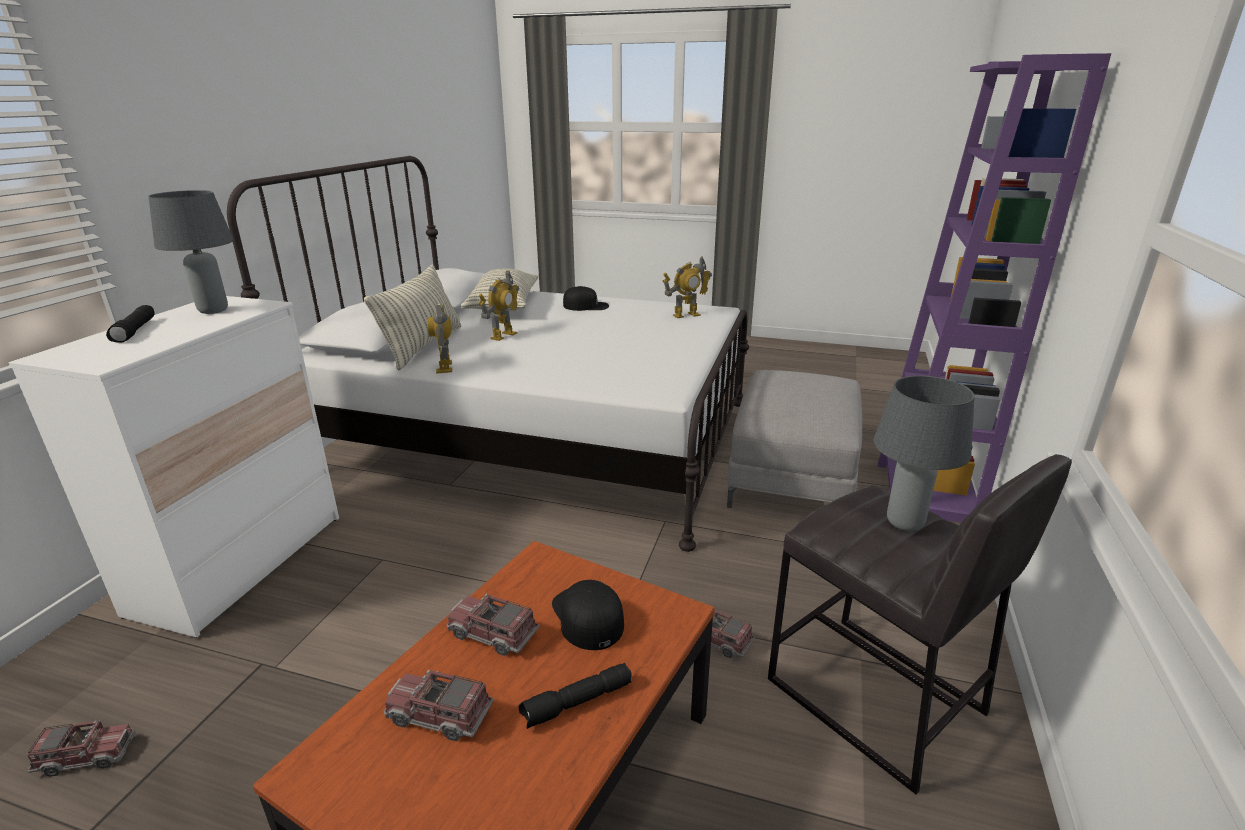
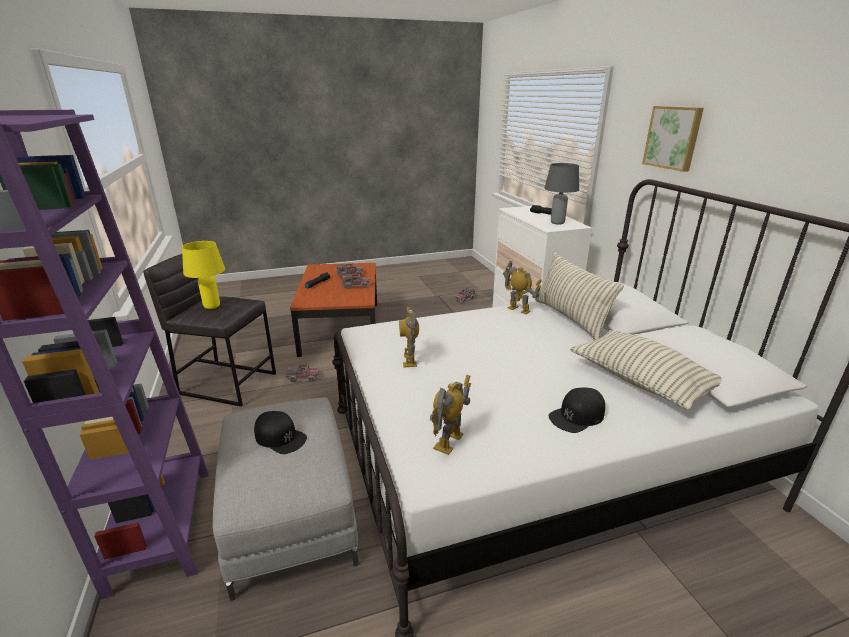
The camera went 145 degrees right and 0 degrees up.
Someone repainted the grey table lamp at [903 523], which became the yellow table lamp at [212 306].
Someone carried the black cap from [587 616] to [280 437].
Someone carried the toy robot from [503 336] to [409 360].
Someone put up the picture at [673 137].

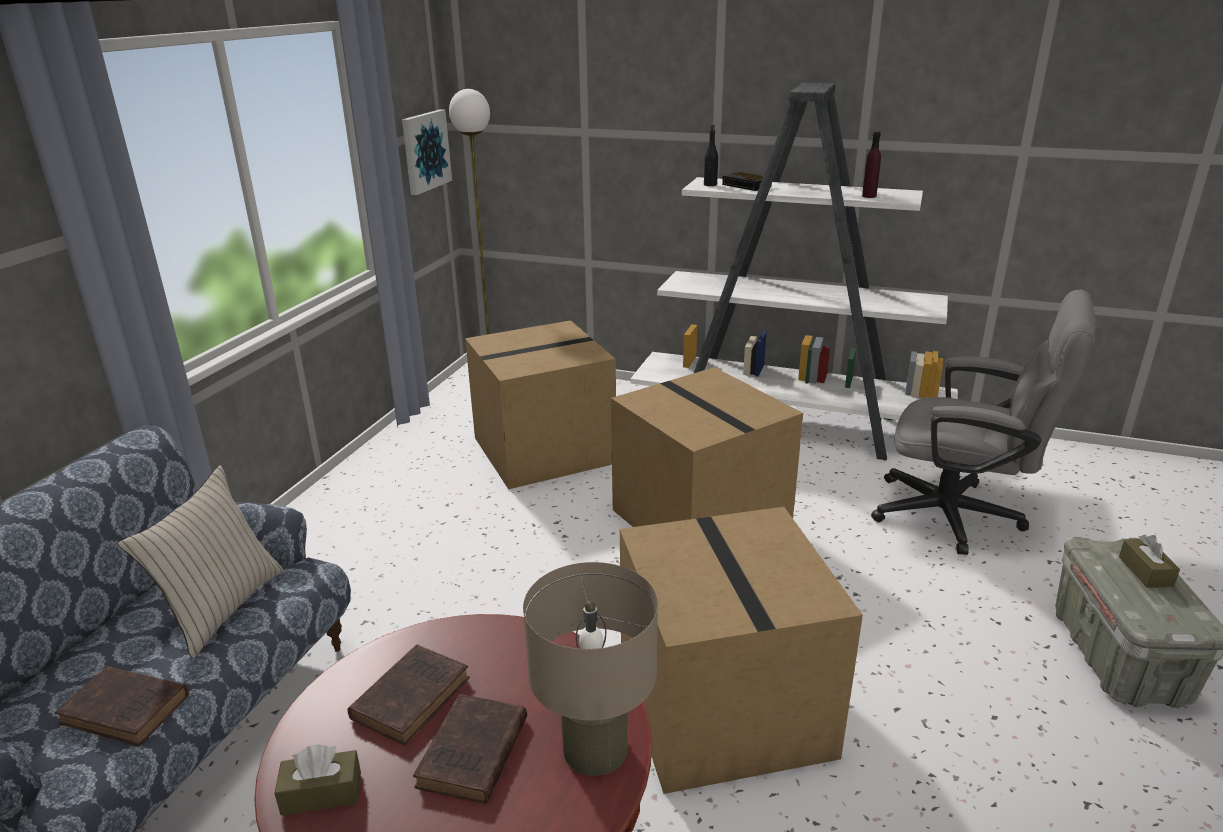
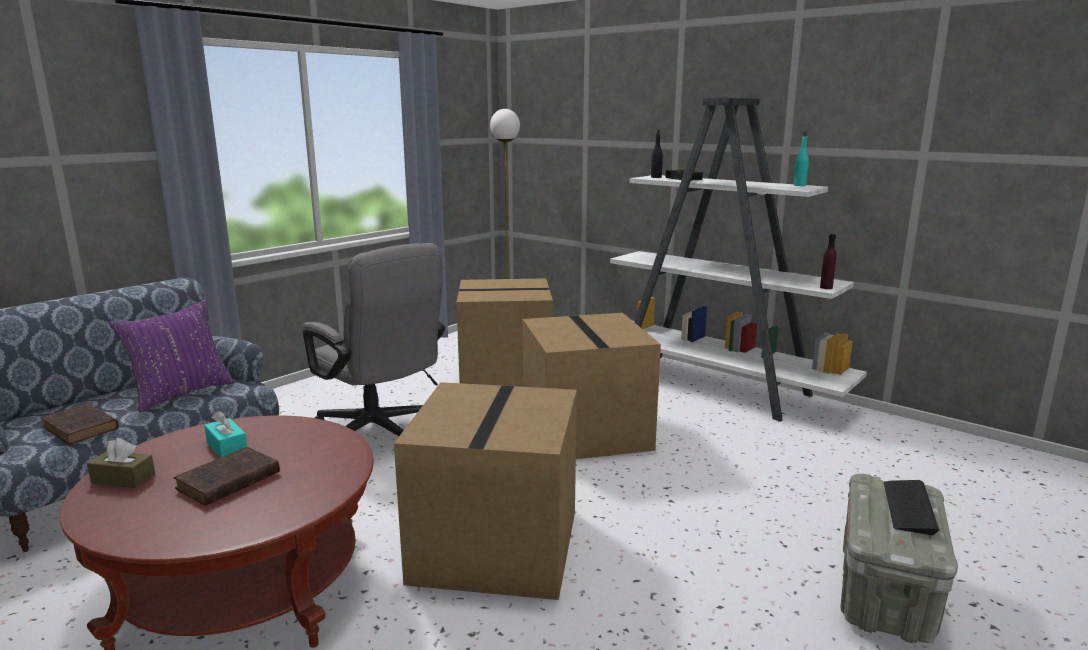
The camera went 20 degrees right and 10 degrees down.
Someone repainted the beige pillow at [222 608], which became the purple pillow at [181 394].
Someone swapped the brown book at [413 696] for the turquoise tissue box at [227 447].
Someone carried the grey office chair from [961 517] to [380 432].
Someone put down the turquoise bottle at [799 185].
Someone carried the purple bottle from [869 196] to [826 287].
Someone swapped the brown tissue box at [1145 571] for the keyboard at [909 507].
Someone took away the picture at [425 151].
Someone took away the beige table lamp at [594 748].

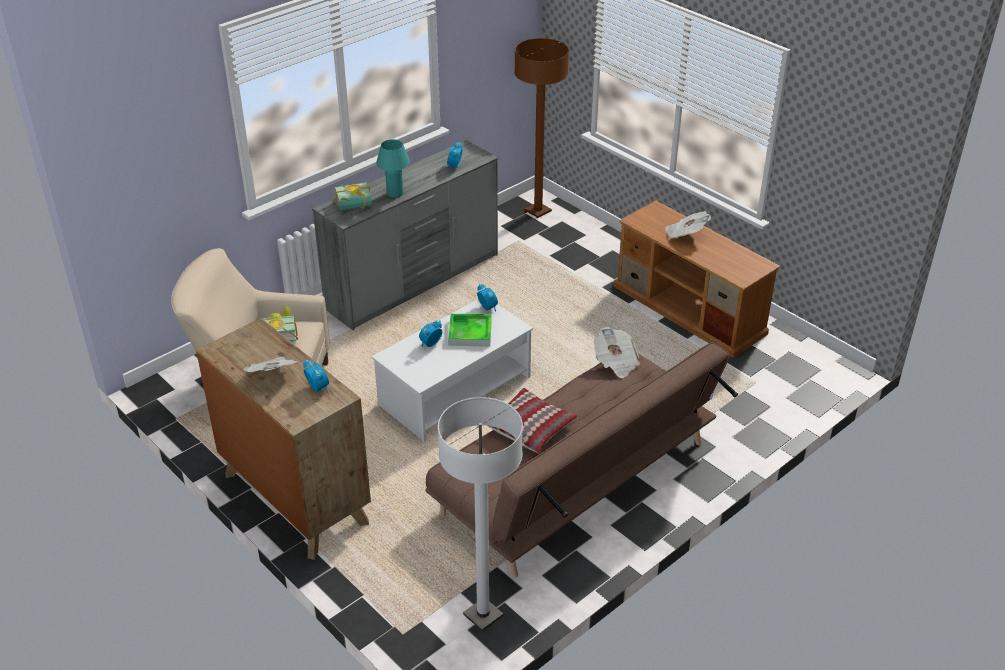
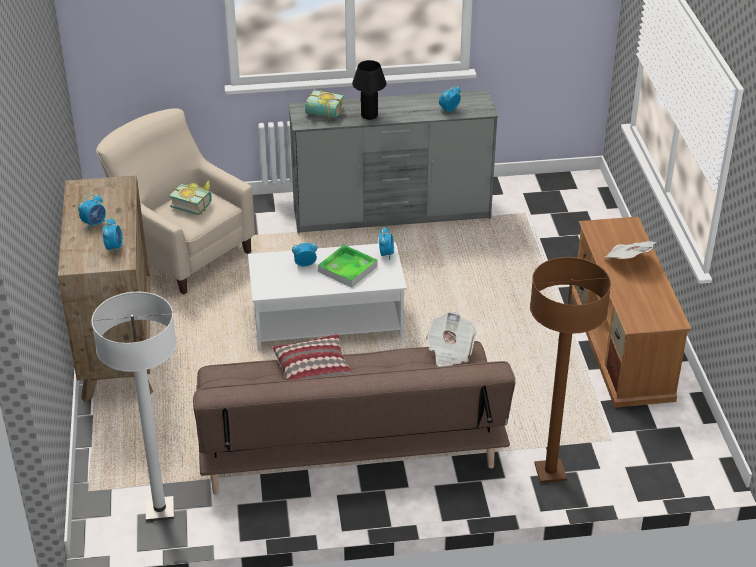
The camera went 35 degrees right and 0 degrees up.
Someone swapped the newspaper at [273 375] for the alarm clock at [94 223].
Someone repainted the turquoise table lamp at [395 193], which became the black table lamp at [369 115].
Someone carried the brown floor lamp from [538 211] to [550 472].

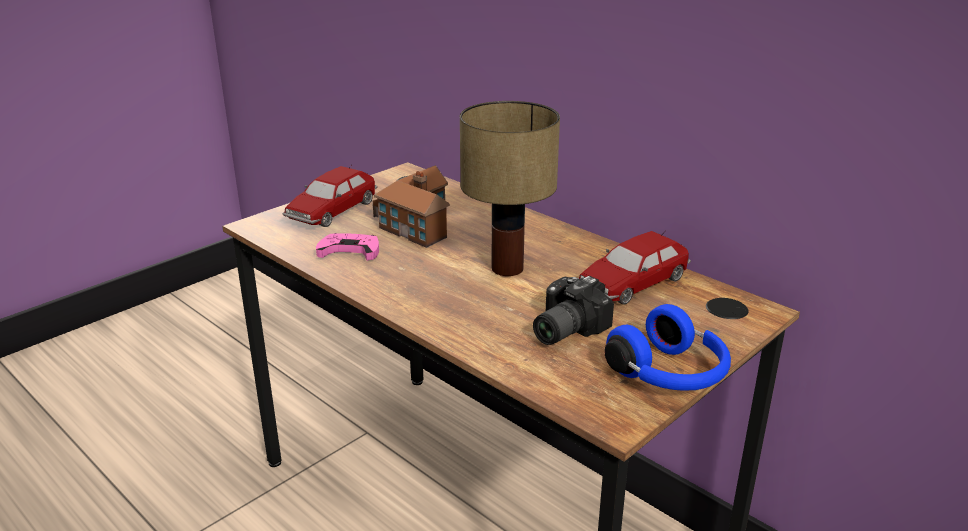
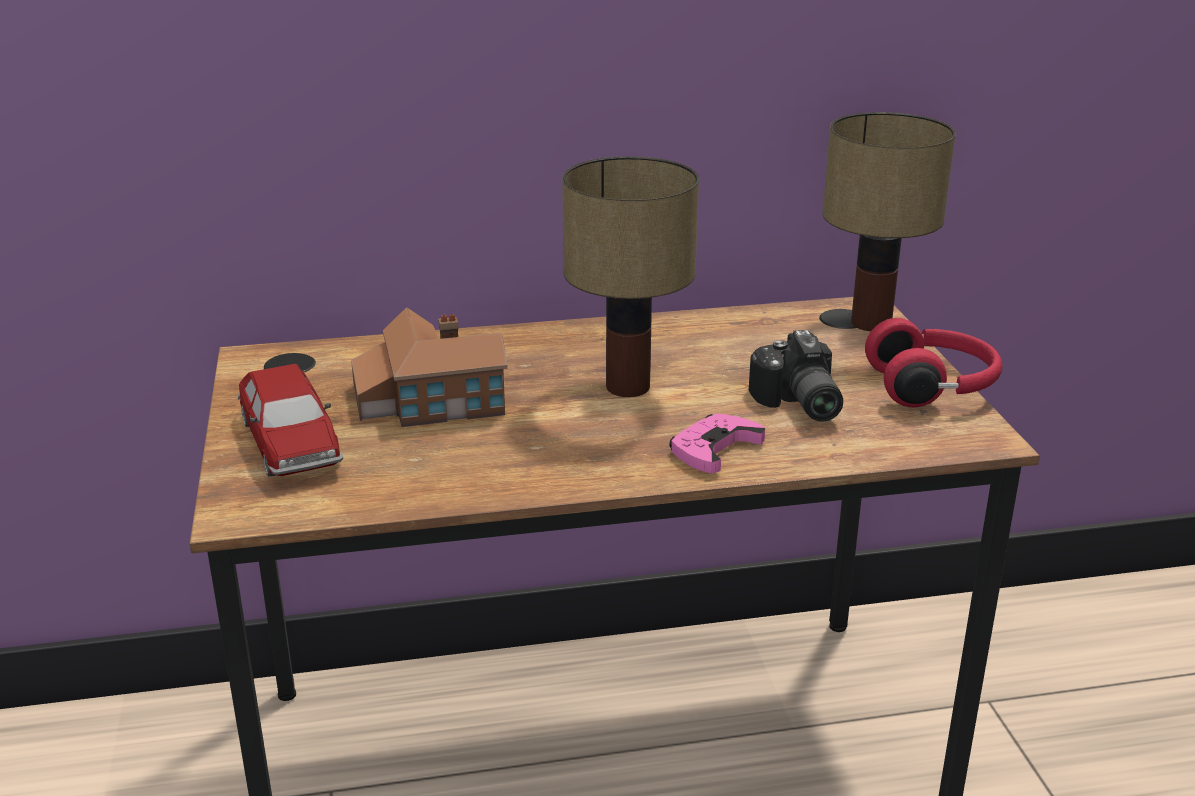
The camera went 55 degrees left and 0 degrees up.
Someone carried the pink game controller from [350 251] to [714 449].
Someone put down the table lamp at [869 322].
Someone repainted the blue headphones at [670 374], which became the red headphones at [933 387].
Someone took away the toy car at [632 283].

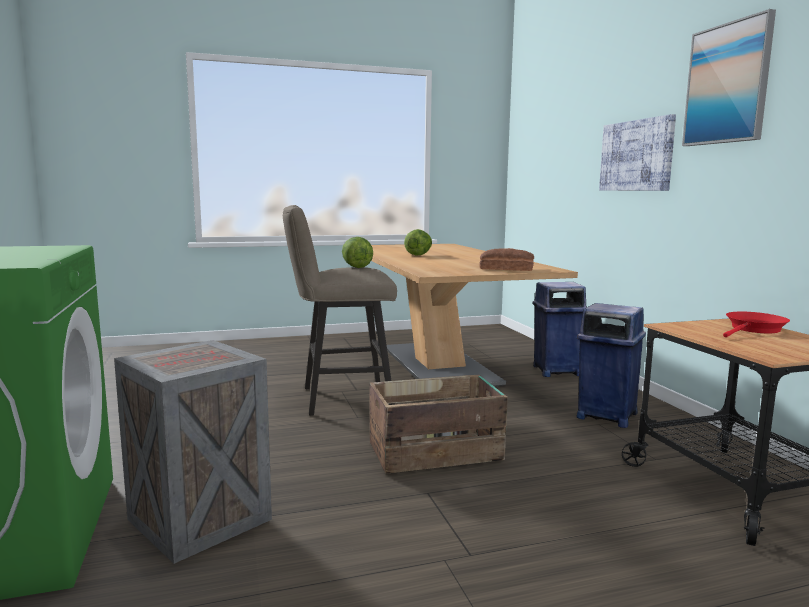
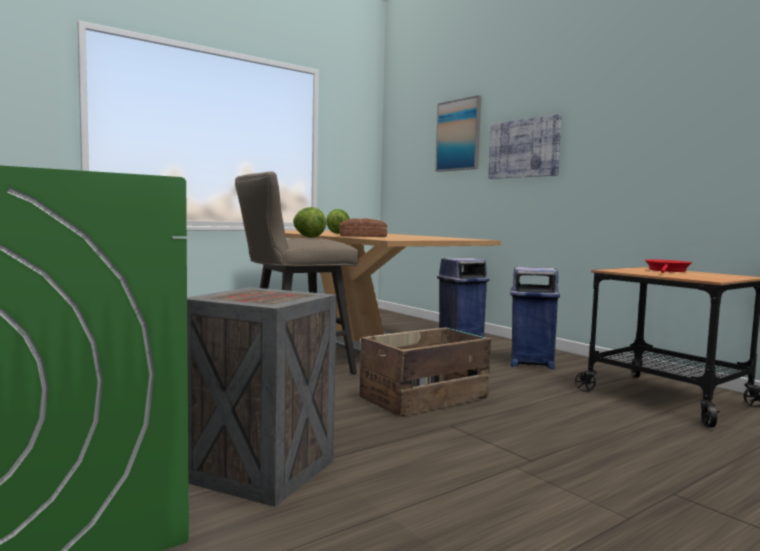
The camera went 20 degrees left and 5 degrees down.
Someone carried the bread from [507 269] to [363 236].
Someone carried the picture from [727 84] to [458 135].

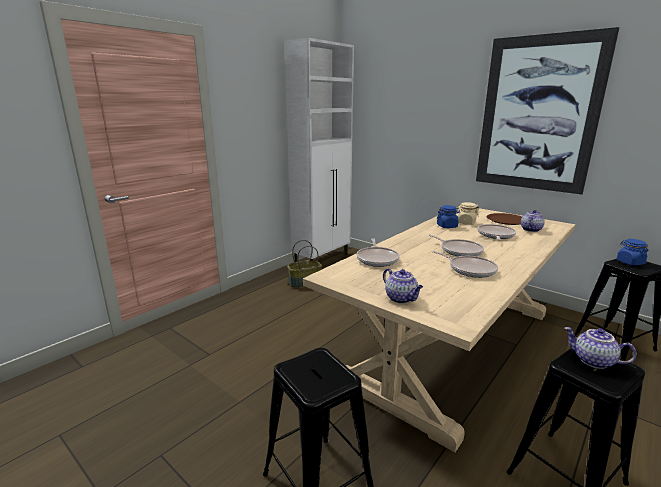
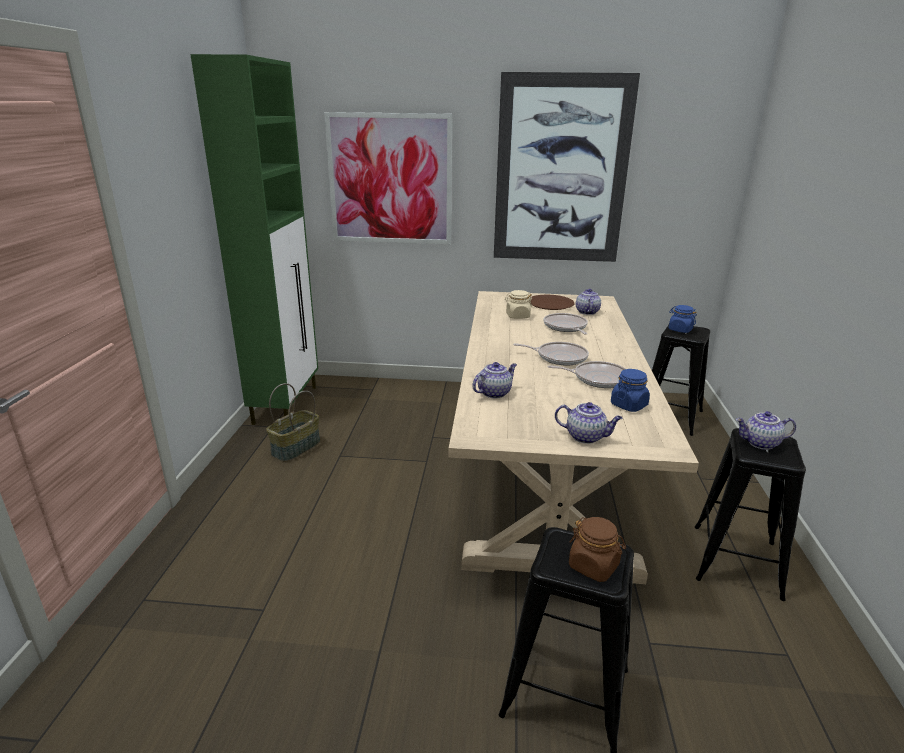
The camera went 35 degrees left and 5 degrees up.
Someone repainted the white cabinet at [322 259], which became the green cabinet at [286 404].
Someone put up the picture at [390 180].
Someone swapped the frying pan at [377 259] for the teapot at [494 393].
Someone put down the brown jar at [594 566].
Someone carried the blue jar from [447 226] to [629 405].

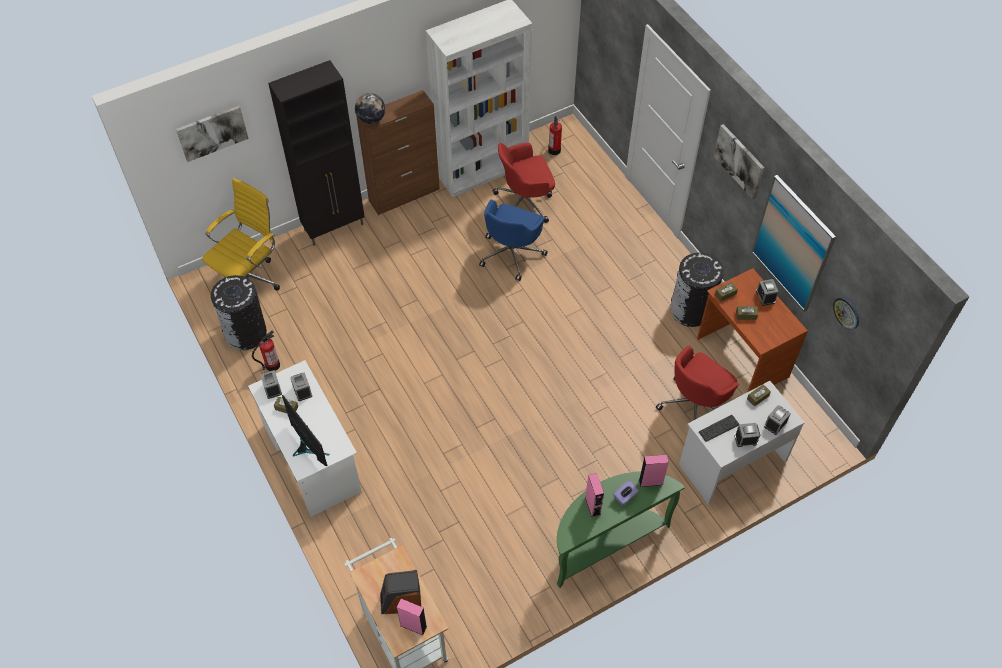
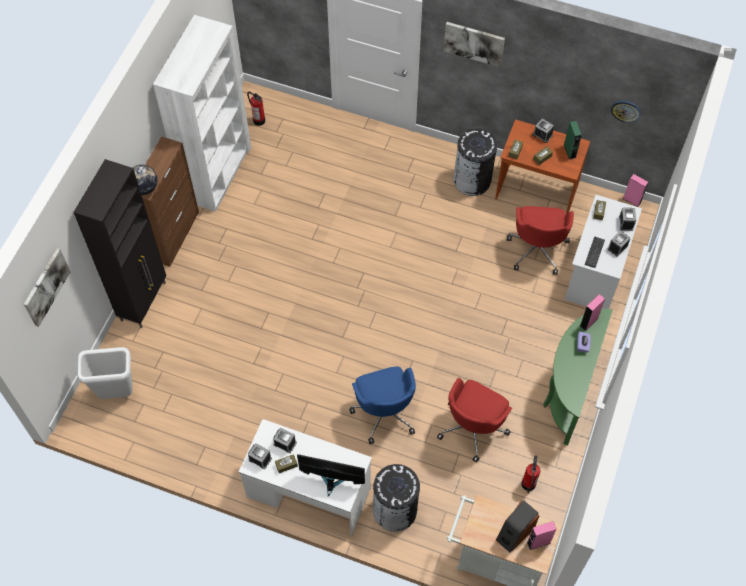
The camera went 40 degrees left and 5 degrees up.
Someone swapped the yellow office chair at [251 279] for the white trash can at [117 392].
Someone carried the blue office chair from [512 253] to [384 412].
Someone carried the black trash can from [246 333] to [395 510].
Someone carried the red office chair from [525 202] to [473 427].
Someone carried the fire extinguisher from [272 365] to [528 484].
Someone put down the green speaker at [569 151].
Someone carried the pink speaker from [592 505] to [632 200].
Someone took away the picture at [792 244].

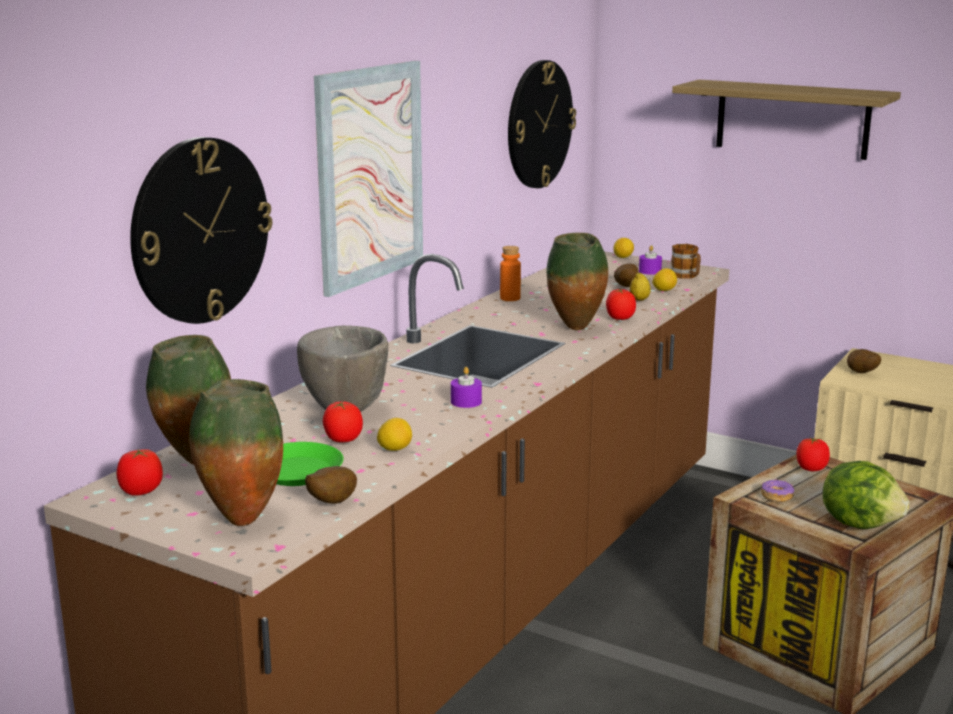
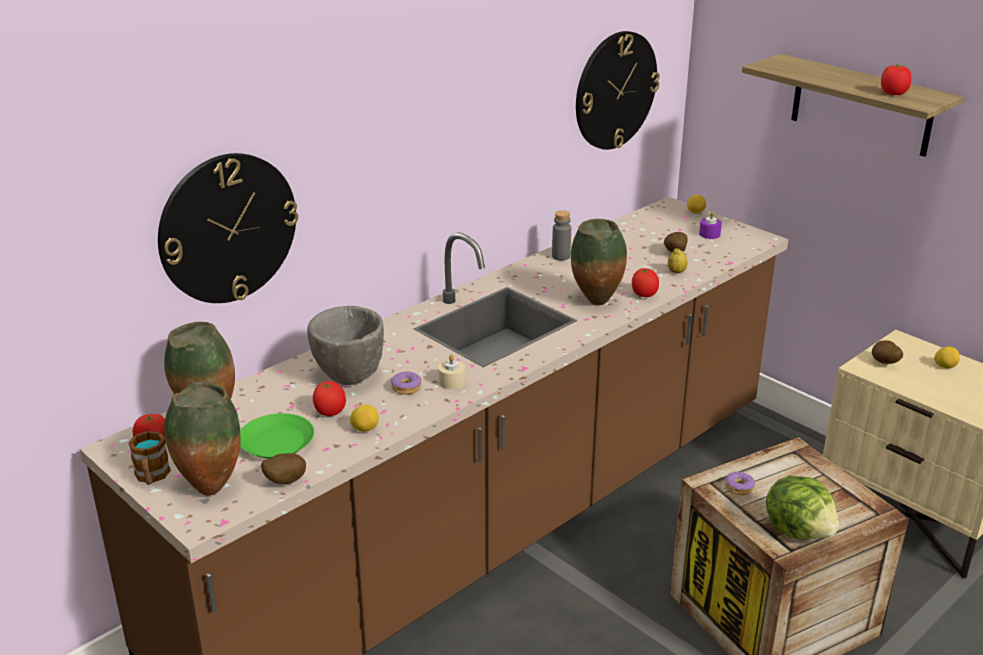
The camera went 15 degrees right and 10 degrees up.
Someone carried the mug from [686 276] to [152 477].
Someone put down the donut at [406 388].
Someone repainted the purple candle at [466 402], which became the beige candle at [452 382].
Someone repainted the orange bottle at [510 298], which became the grey bottle at [561 256].
Someone carried the tomato from [811 469] to [893 93].
Someone carried the lemon from [664 290] to [945 366].
Someone took away the picture at [370 175].

